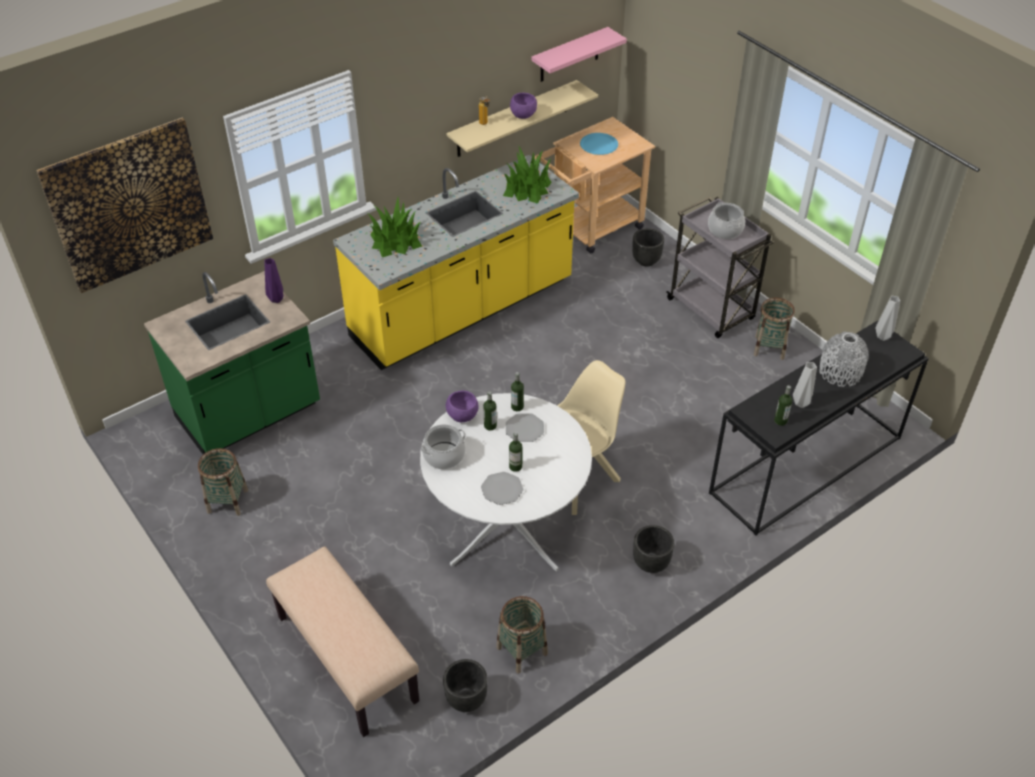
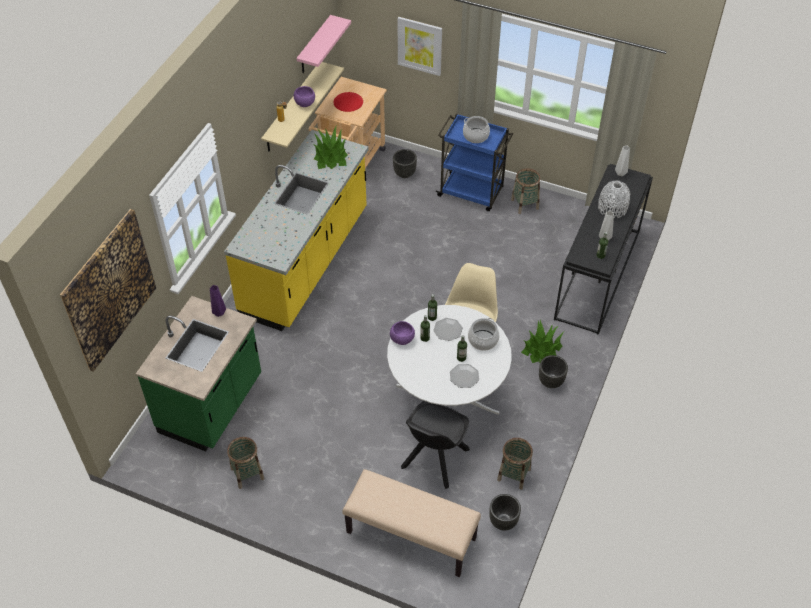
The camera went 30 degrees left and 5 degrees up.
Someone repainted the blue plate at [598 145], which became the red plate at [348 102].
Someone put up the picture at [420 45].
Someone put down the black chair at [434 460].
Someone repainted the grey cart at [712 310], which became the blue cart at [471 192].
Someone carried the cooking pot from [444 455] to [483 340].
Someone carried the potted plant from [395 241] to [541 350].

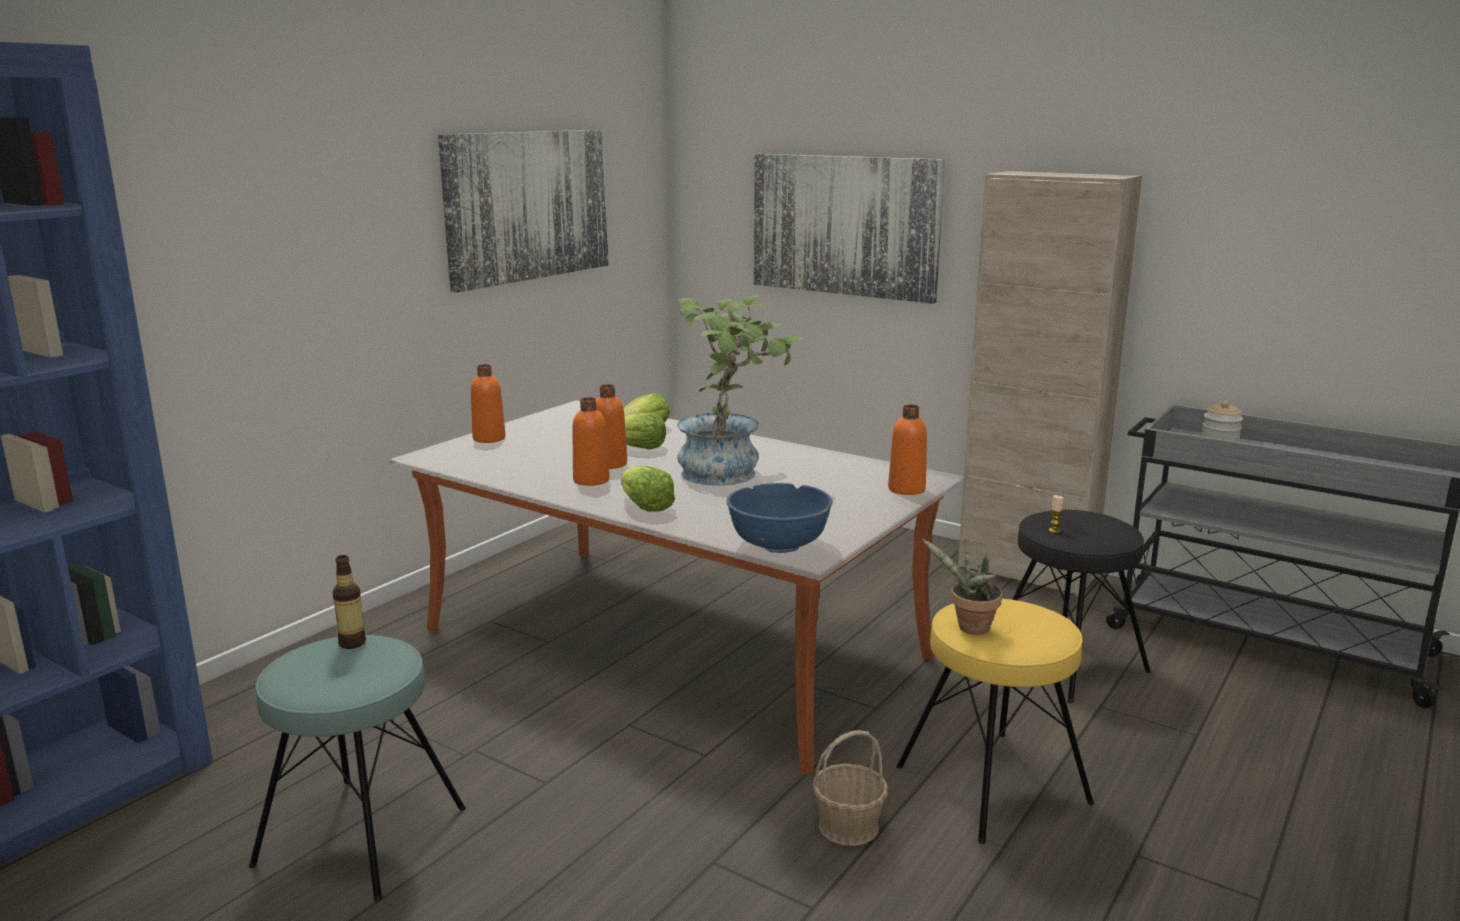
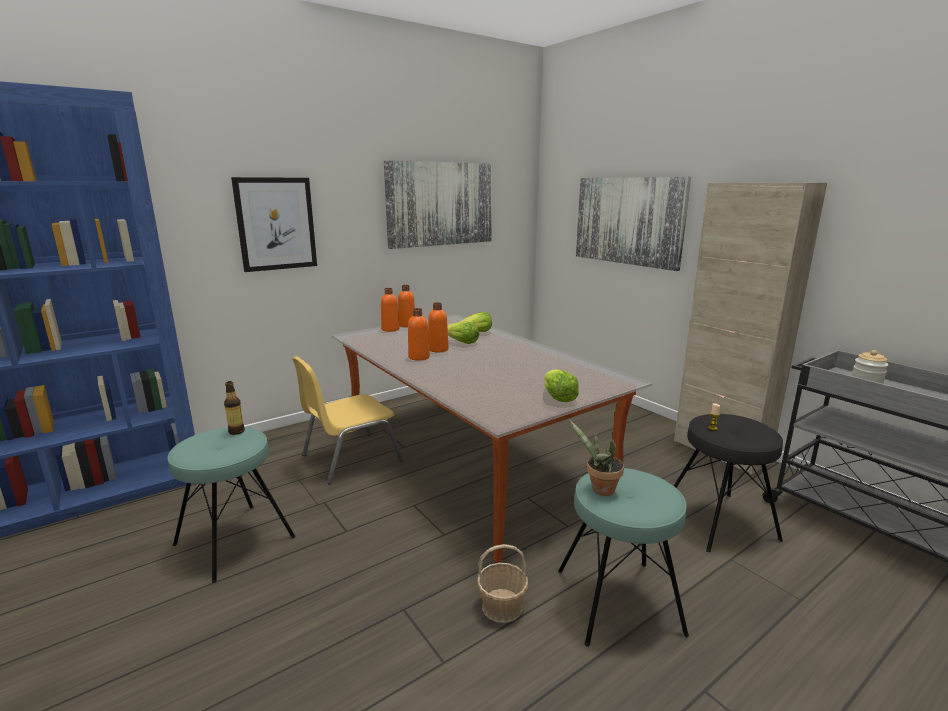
The camera went 20 degrees right and 0 degrees up.
Someone put up the picture at [276 224].
Someone put down the yellow chair at [349 458].
Someone carried the orange bottle from [906 489] to [407 325].
Someone carried the lettuce from [644 506] to [558 397].
Someone repainted the yellow stool at [992 784], which became the turquoise stool at [618 601].
Someone took away the potted plant at [730 472].
Someone took away the blue bowl at [778 544].

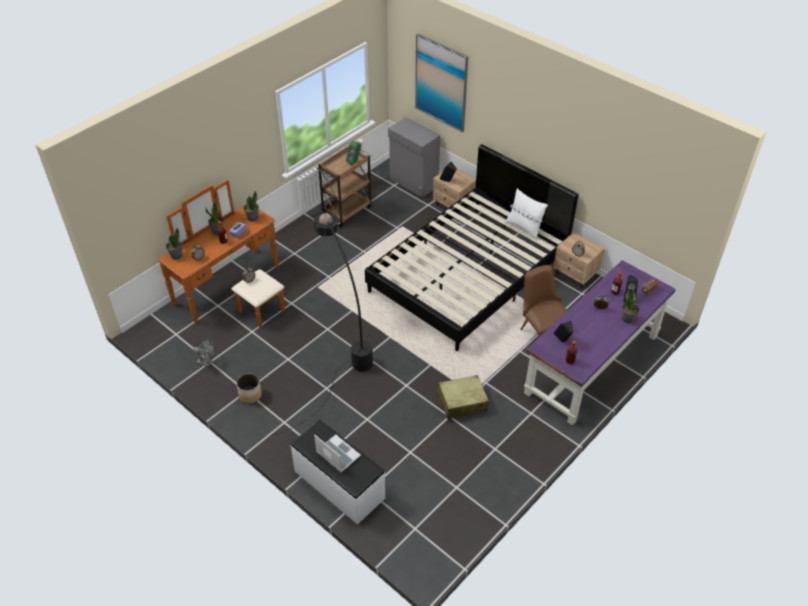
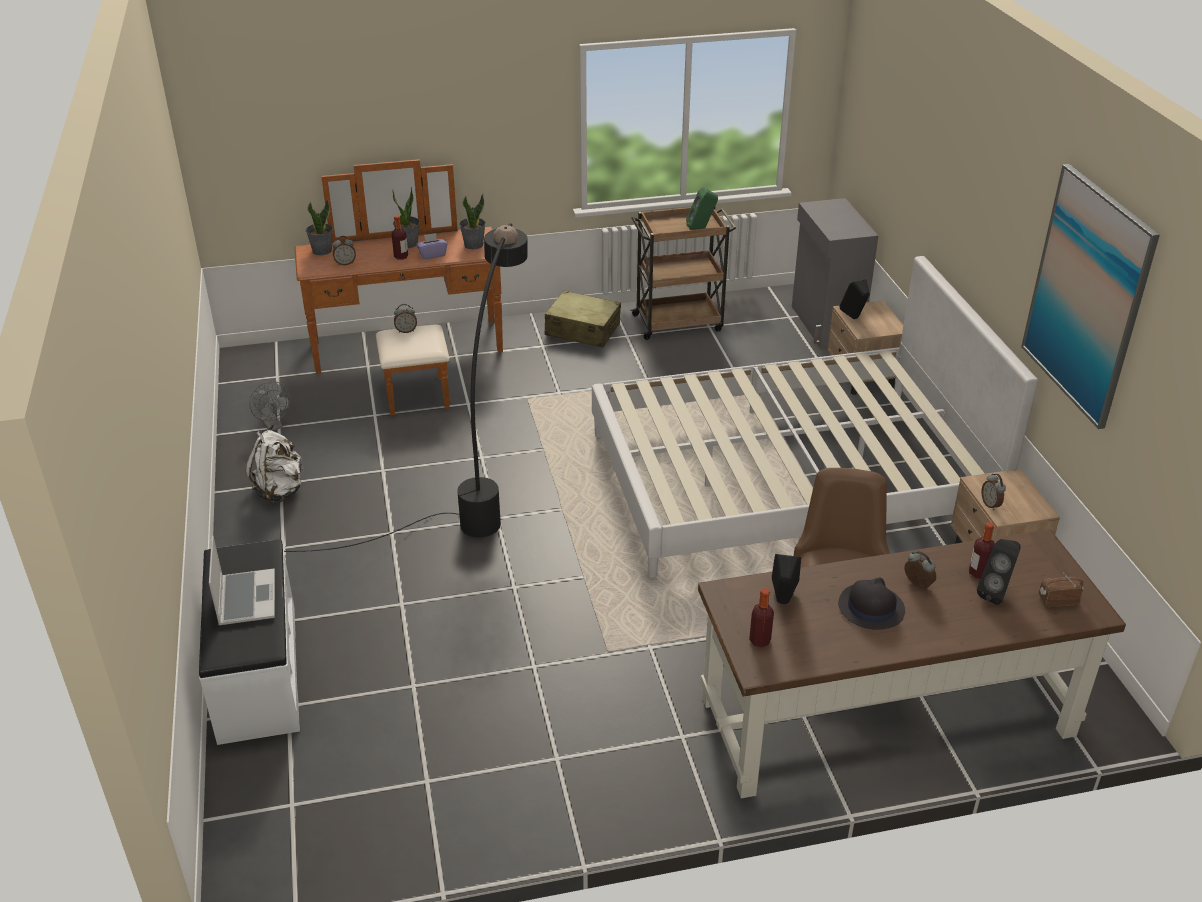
The camera went 35 degrees right and 10 degrees down.
Someone swapped the planter at [250 395] for the white backpack at [280 490].
Someone carried the beige suitcase from [462 402] to [582 330].
Someone repainted the black bed at [468 274], which became the white bed at [788 479].
Someone repainted the purple desk at [592 364], which became the brown desk at [885 717].
Someone put down the black hat at [870 607].
Someone carried the picture from [441 83] to [1087 296].
Someone took away the white pillow at [524 228].
Someone took away the potted plant at [628 319].

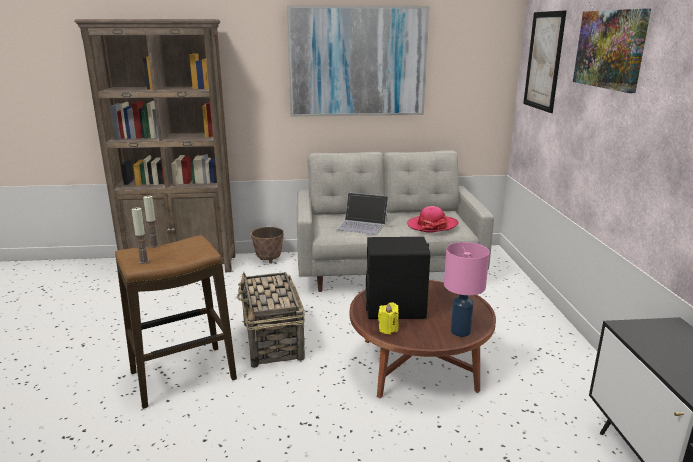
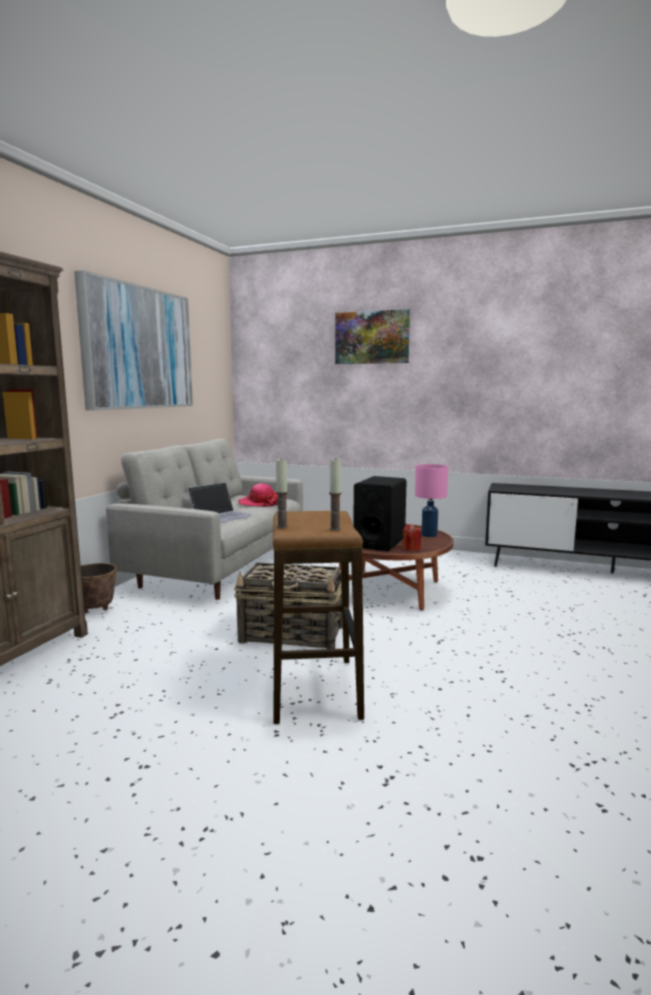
The camera went 65 degrees left and 10 degrees down.
Someone repainted the yellow candle at [388 329], which became the red candle at [411 548].
Someone took away the picture at [544 61].

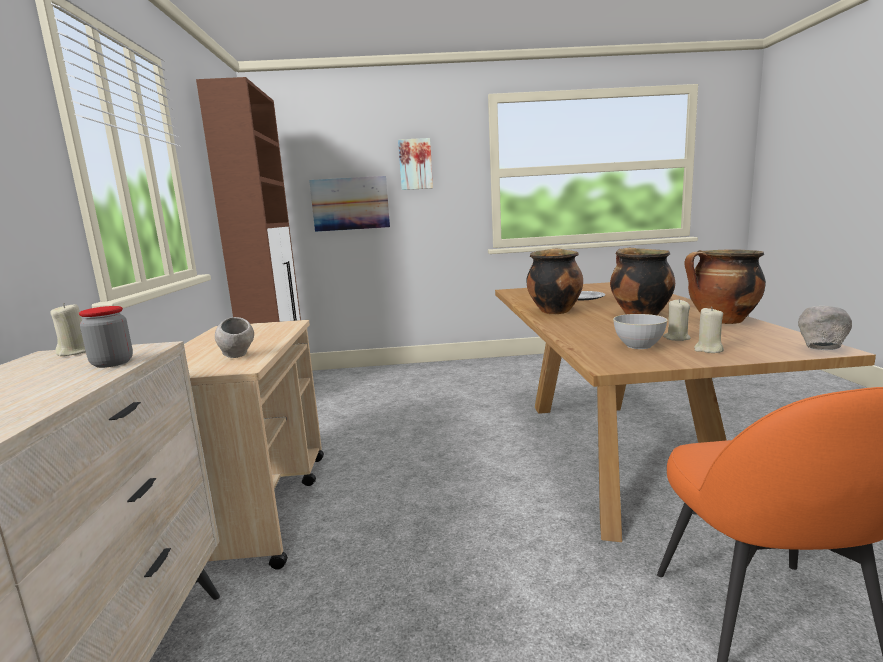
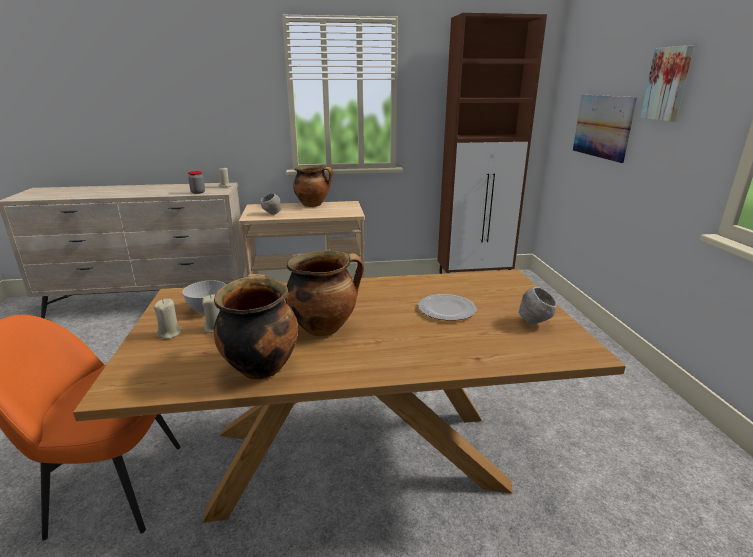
The camera went 85 degrees right and 10 degrees up.
Someone carried the cooking pot from [554 311] to [313 205].
Someone carried the grey bowl from [821 349] to [534 323].

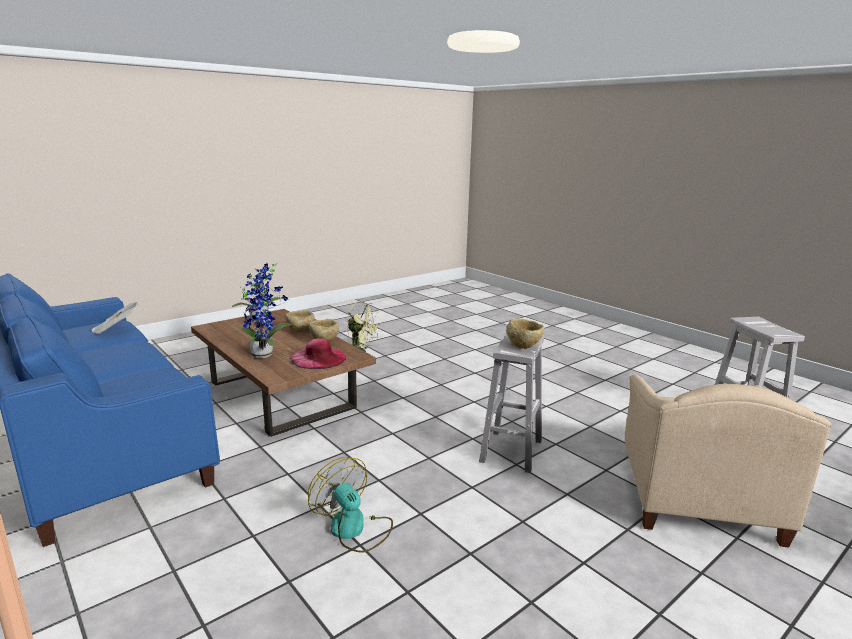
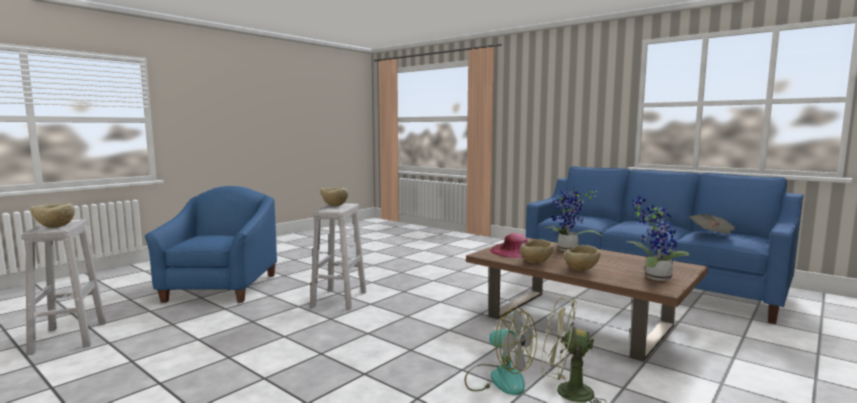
The camera went 170 degrees right and 10 degrees down.
Someone put down the beige bowl at [54 227].
Someone repainted the beige armchair at [695 496], which became the blue armchair at [221 288].
Someone carried the fan from [354 529] to [498 378].

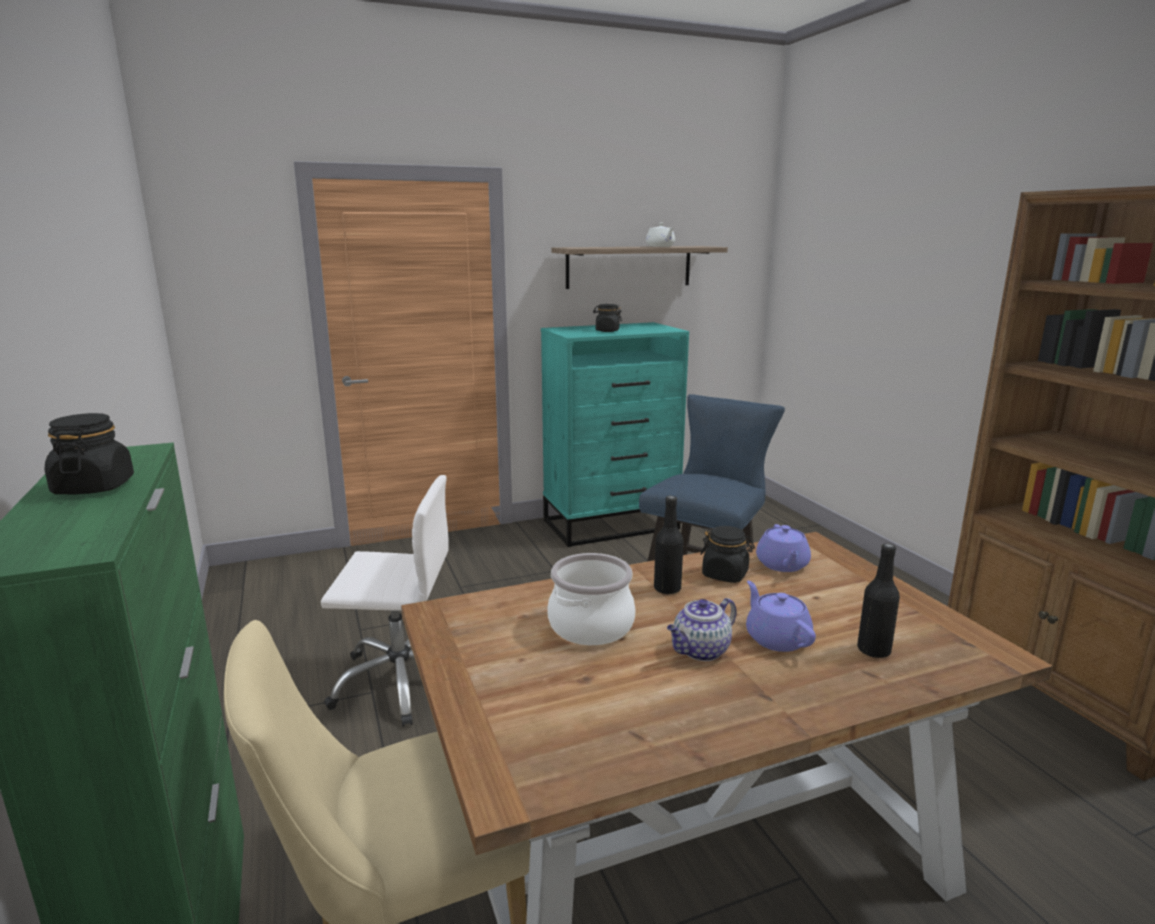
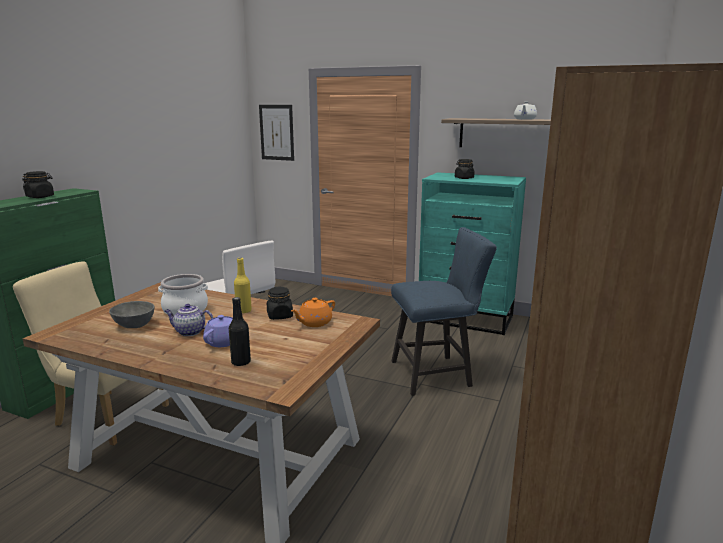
The camera went 45 degrees right and 0 degrees up.
Someone put down the grey bowl at [134 325].
Someone repainted the black bottle at [667 589], which became the yellow bottle at [243 311].
Someone put up the picture at [276 132].
Someone repainted the purple teapot at [782 565], which became the orange teapot at [314 323].

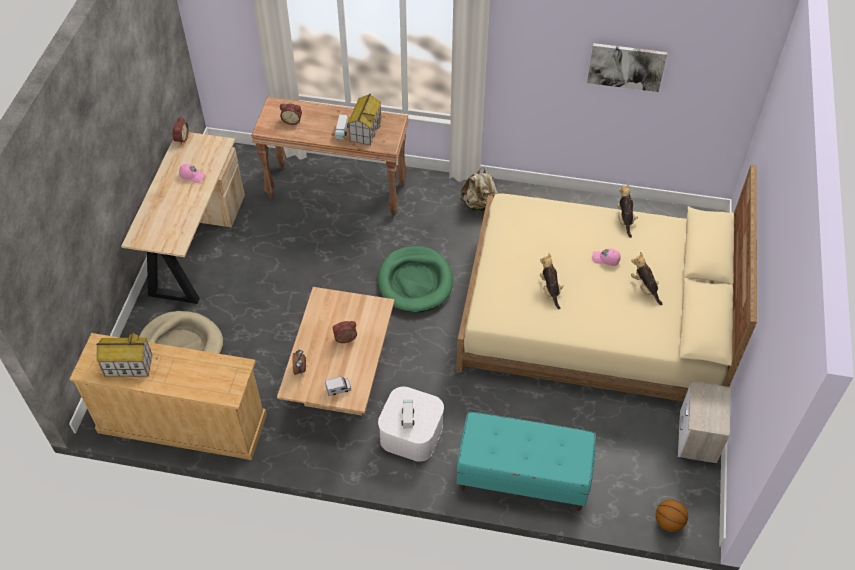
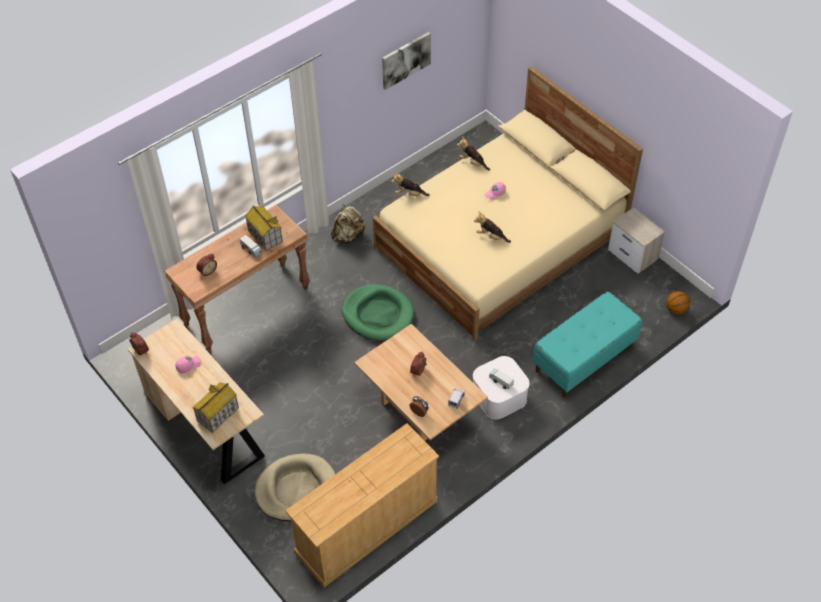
The camera went 50 degrees left and 0 degrees up.
Someone carried the toy house from [128 366] to [218 414].
Someone carried the plush toy from [645 288] to [409 194].

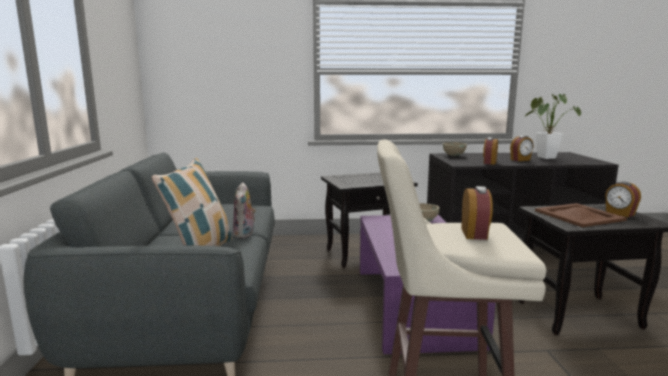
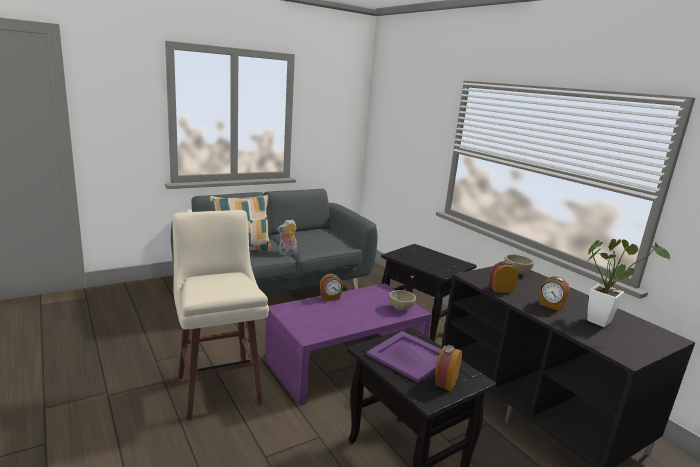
The camera went 60 degrees right and 5 degrees up.
Someone carried the alarm clock from [475 234] to [330 298].
Someone repainted the brown tray at [579 215], which became the purple tray at [410 356].

